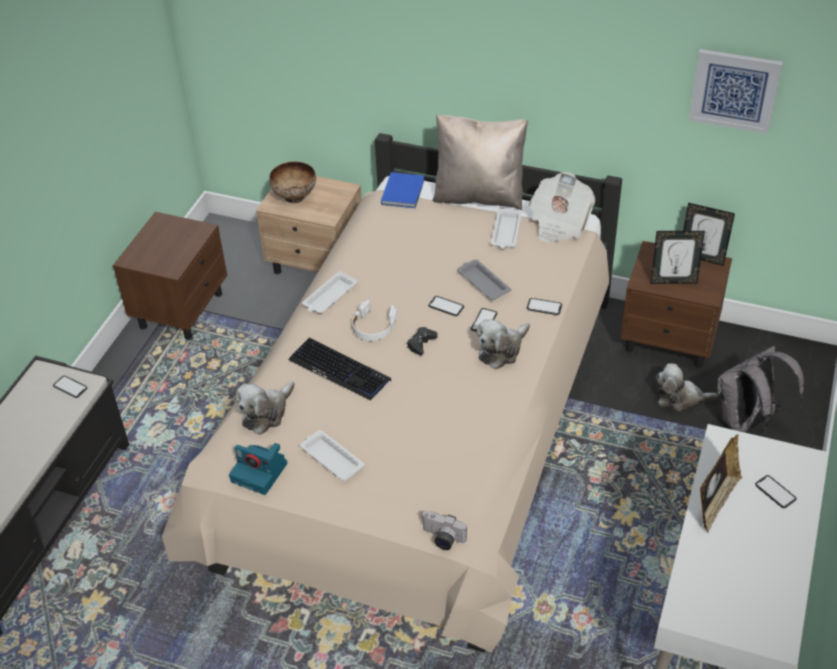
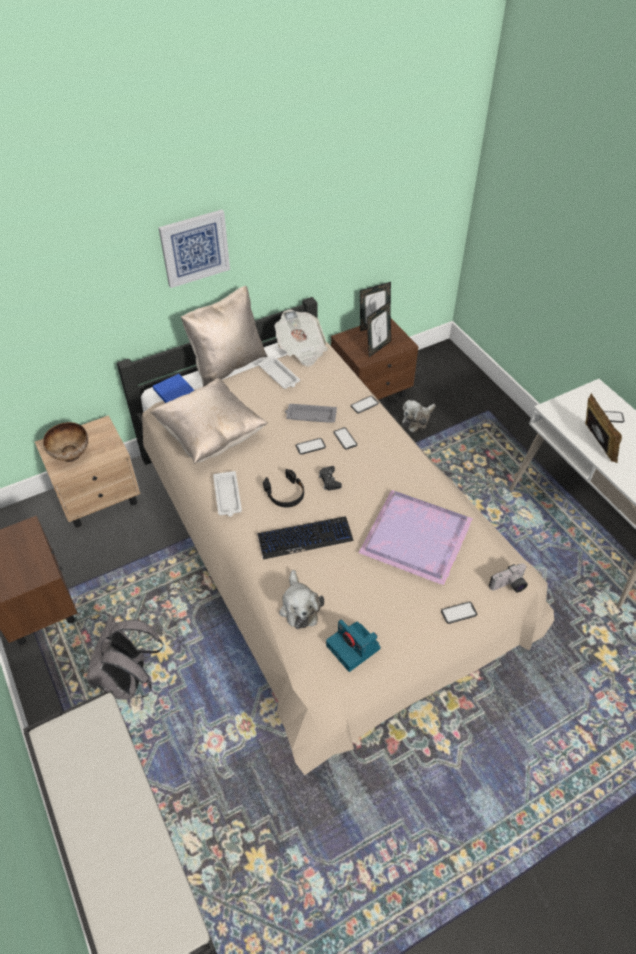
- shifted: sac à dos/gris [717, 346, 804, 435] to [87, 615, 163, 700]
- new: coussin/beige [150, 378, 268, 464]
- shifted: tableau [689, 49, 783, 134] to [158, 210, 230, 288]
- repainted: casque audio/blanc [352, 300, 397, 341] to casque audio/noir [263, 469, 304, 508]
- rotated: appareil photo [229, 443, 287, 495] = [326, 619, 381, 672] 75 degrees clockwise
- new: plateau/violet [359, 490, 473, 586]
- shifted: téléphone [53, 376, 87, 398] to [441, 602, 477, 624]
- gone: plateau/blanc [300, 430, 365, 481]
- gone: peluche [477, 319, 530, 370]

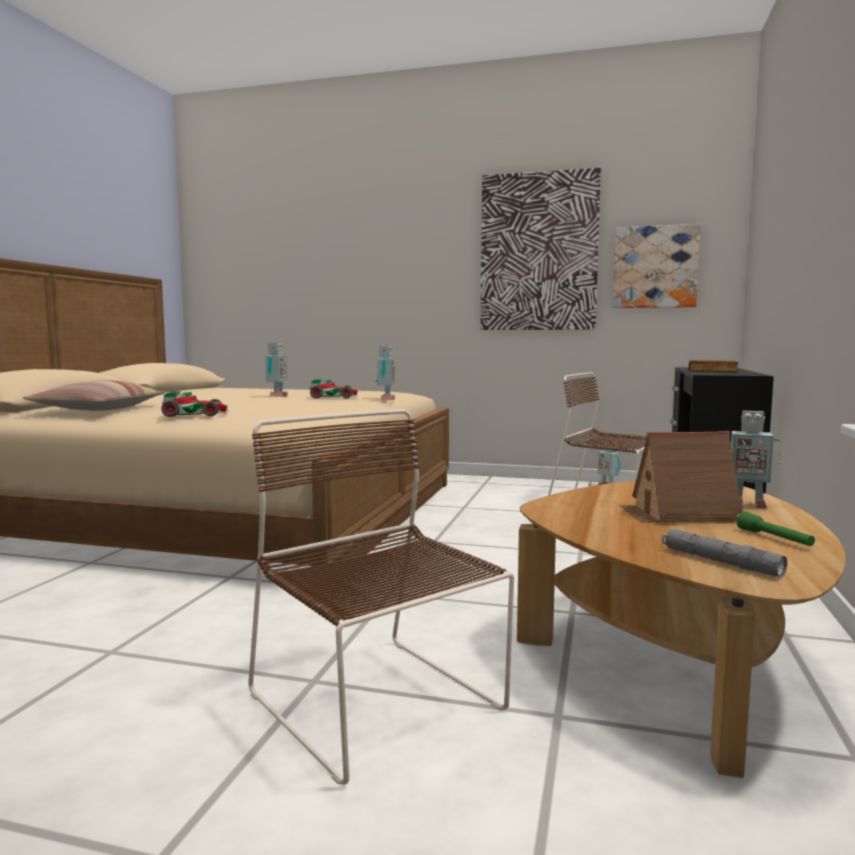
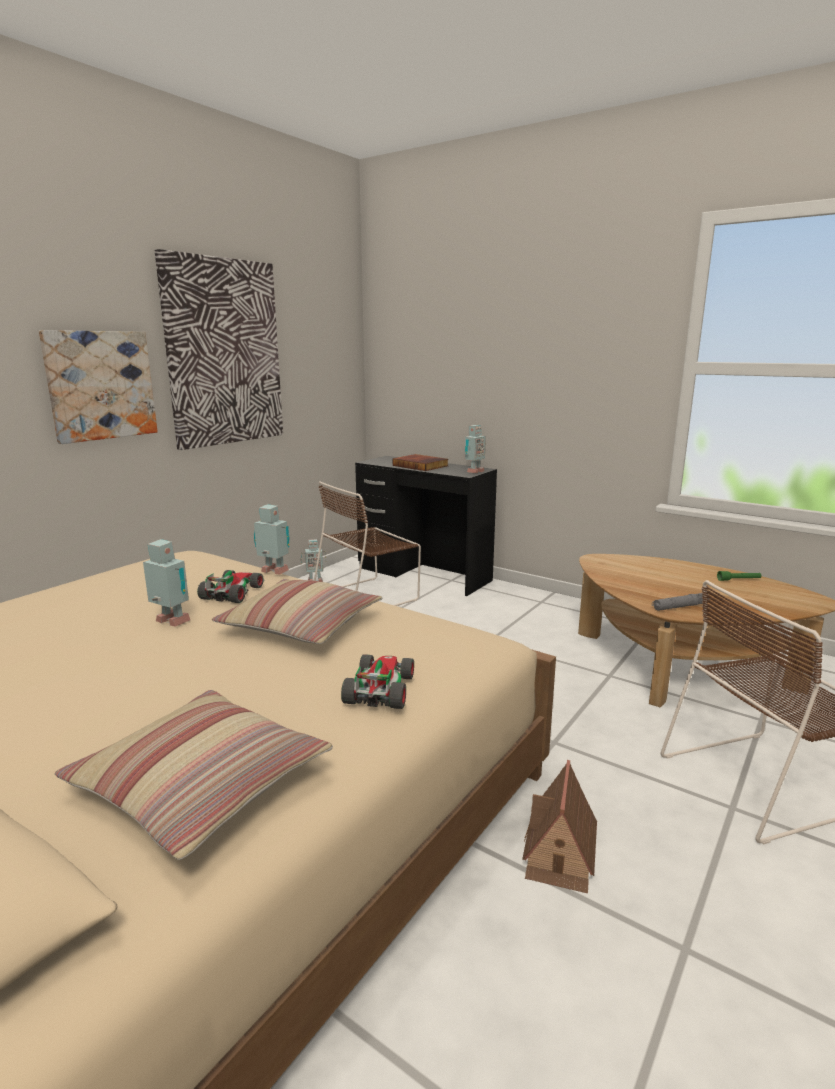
- shifted: tableau [613, 224, 701, 308] to [39, 330, 158, 444]
- new: coussin [212, 579, 382, 644]
- shifted: robot jouet [730, 411, 781, 509] to [465, 425, 486, 473]
- shifted: maison miniature [619, 431, 743, 523] to [522, 760, 597, 893]
- shifted: lampe de poche/gris [662, 529, 787, 577] to [652, 593, 710, 611]

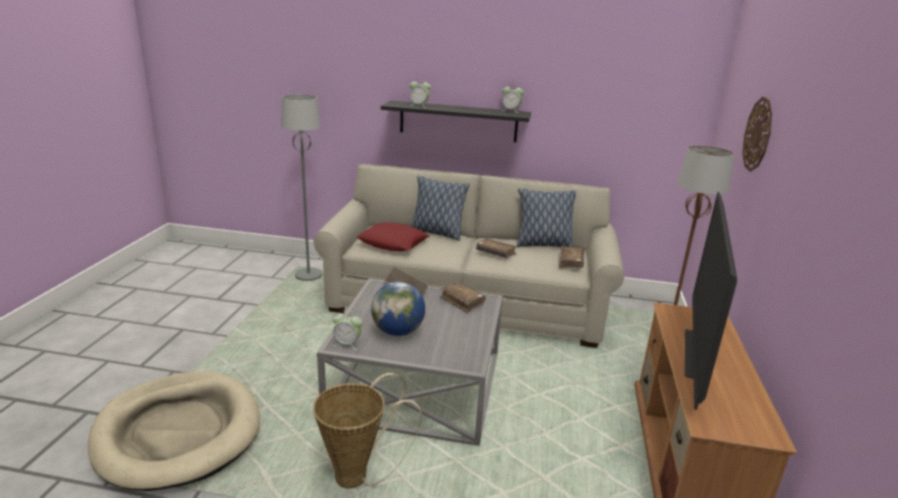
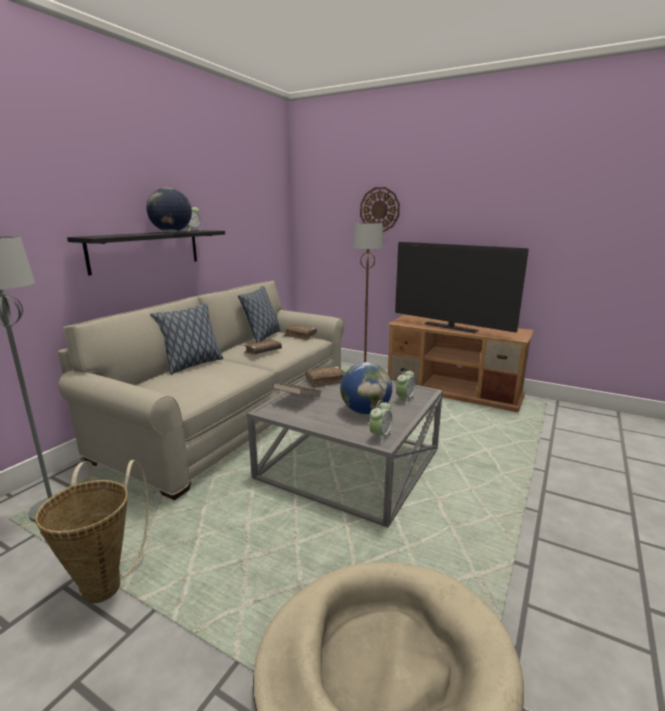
- shifted: panier [313, 373, 422, 489] to [35, 460, 148, 603]
- new: globe [147, 188, 192, 232]
- shifted: réveil [409, 78, 431, 108] to [396, 368, 415, 404]
- gone: coussin/rouge [357, 222, 429, 251]

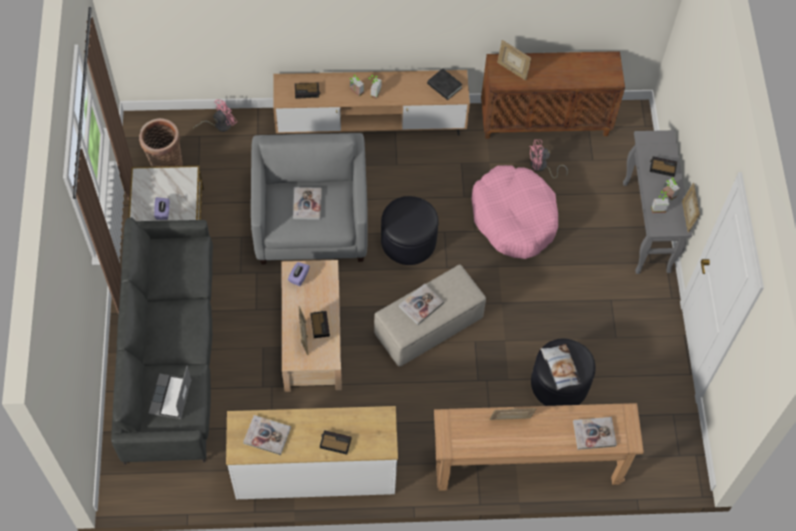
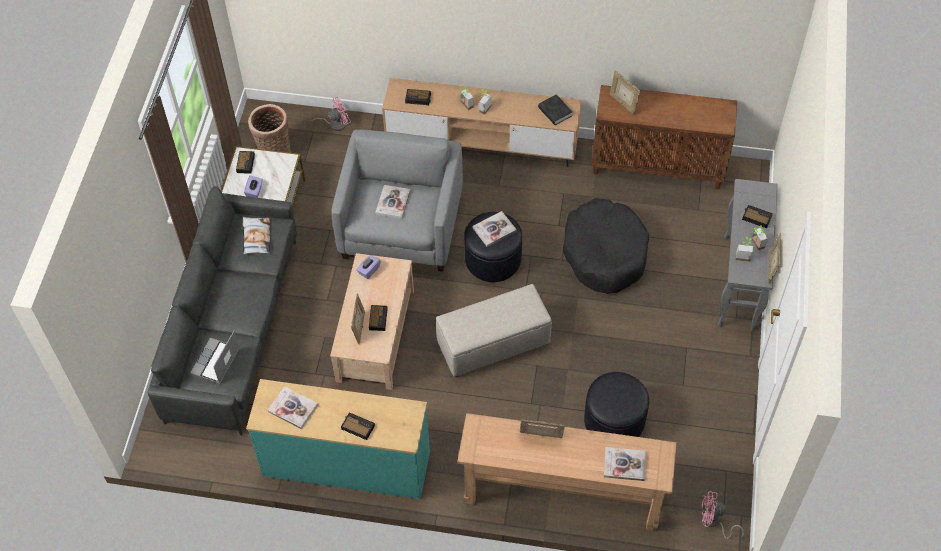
- new: réveil [236, 151, 255, 174]
- shifted: coussin [541, 344, 582, 390] to [243, 217, 270, 254]
- repainted: commode/blanc [226, 406, 398, 500] to commode/turquoise [246, 379, 430, 499]
- shifted: livre [399, 284, 444, 325] to [473, 211, 517, 247]
- repainted: panier pour chien/rose [471, 165, 558, 259] to panier pour chien/noir [563, 198, 649, 294]
- shifted: ventilateur/rose [529, 140, 568, 179] to [701, 491, 744, 539]

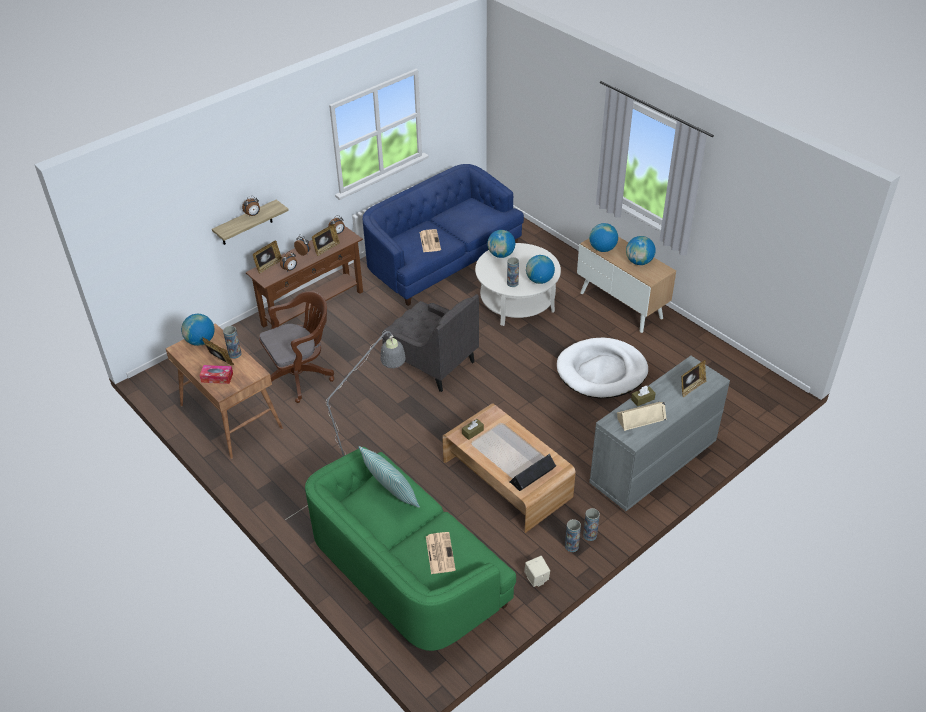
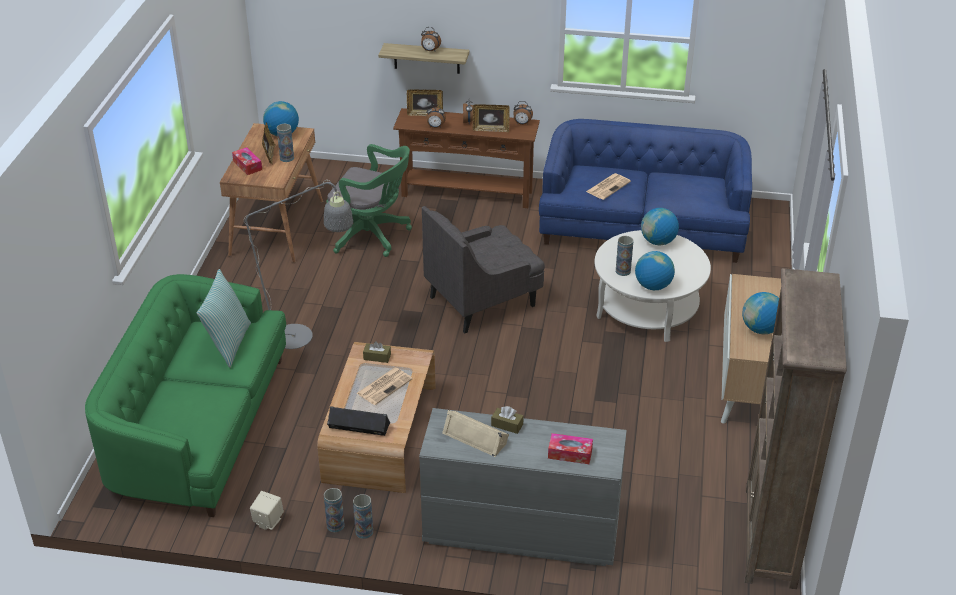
- repainted: chaise de bureau/marron [259, 291, 334, 403] to chaise de bureau/vert [326, 144, 412, 257]
- shifted: journal [426, 532, 456, 574] to [357, 368, 413, 405]
- rotated: fauteuil/gris [382, 294, 479, 392] = [422, 206, 545, 334] 60 degrees clockwise
- swapped: cadre photo [681, 360, 707, 397] to boîte à mouchoirs [548, 433, 593, 464]
- new: bibliothèque/marron [745, 268, 847, 589]
- gone: panier pour chien/blanc [557, 338, 648, 398]
- gone: globe [589, 223, 618, 252]

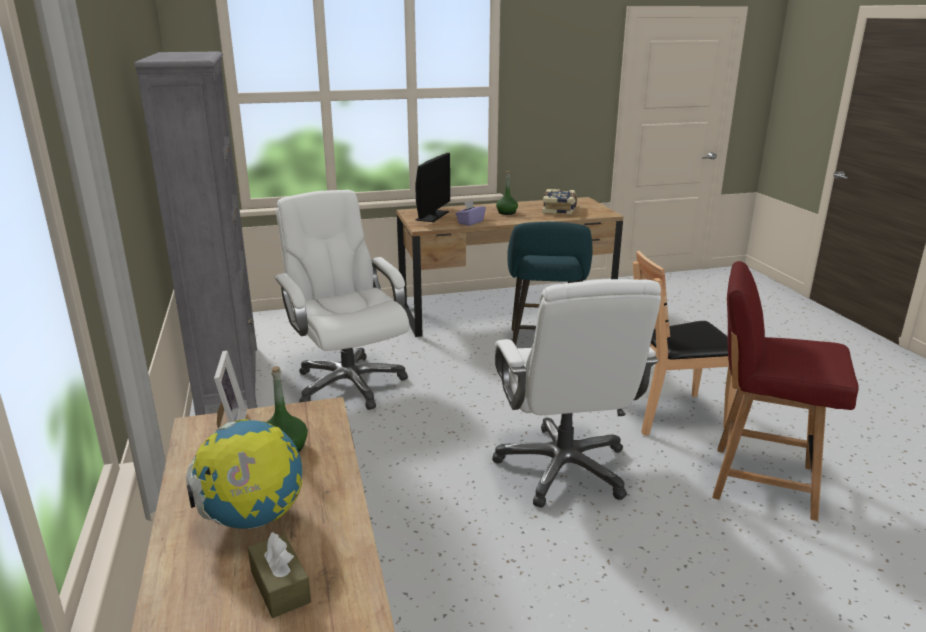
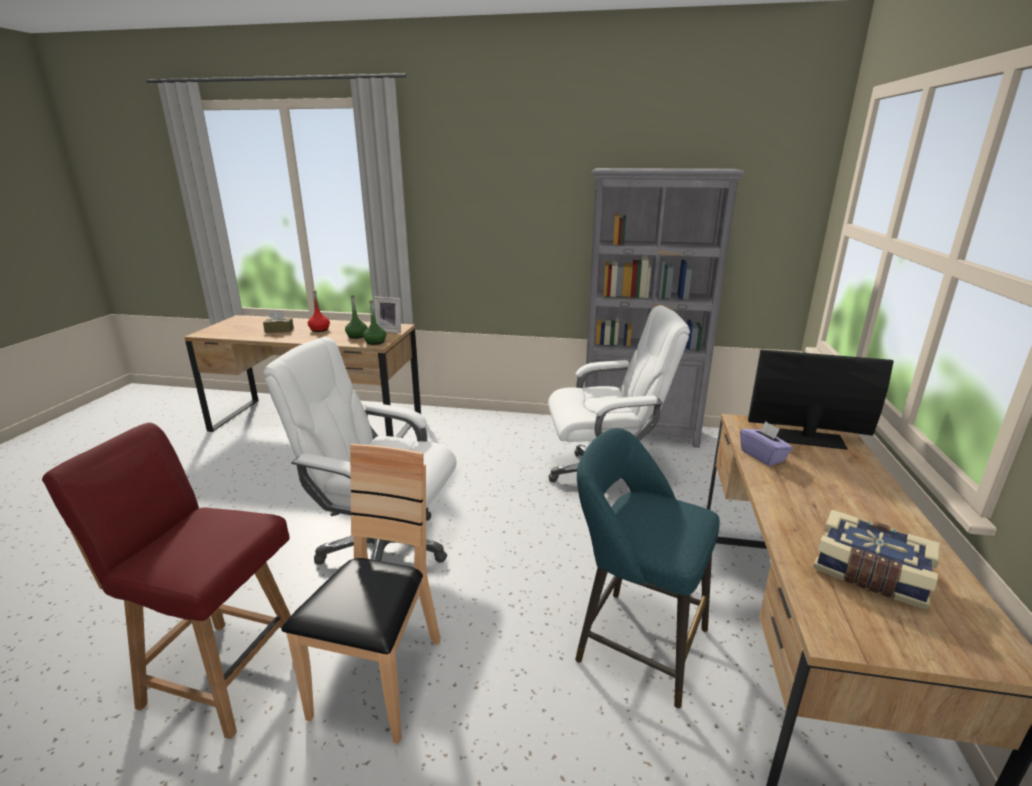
- rotated: chaise/rouge [713, 261, 859, 521] = [42, 423, 291, 739] 120 degrees counterclockwise
- swapped: globe [186, 419, 303, 529] to bouteille/rouge [308, 290, 330, 332]
- shifted: bouteille/vert [496, 171, 518, 215] to [363, 300, 386, 345]
- rotated: écran d'ordinateur [415, 153, 450, 222] = [748, 349, 894, 450] 150 degrees clockwise

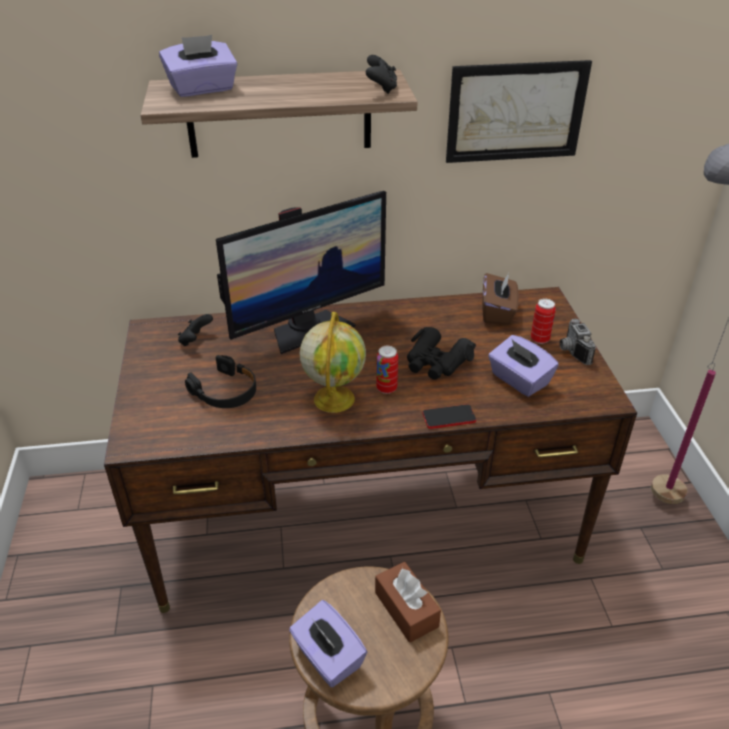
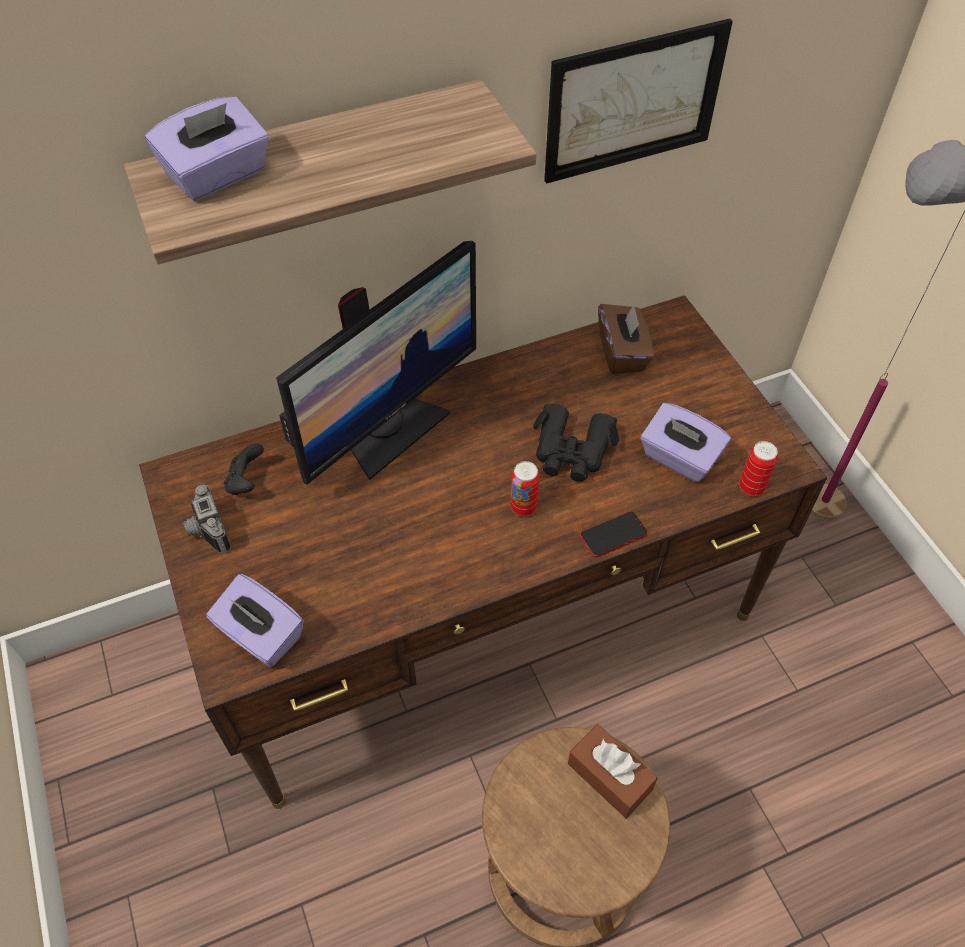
- shifted: appareil photo [560, 319, 596, 365] to [183, 484, 231, 553]
- shifted: boîte à mouchoirs/violet [289, 600, 367, 687] to [206, 574, 304, 667]
- shifted: boîte métallique [531, 299, 556, 344] to [739, 441, 778, 496]
- gone: casque audio/noir [185, 355, 256, 408]
- gone: globe [300, 312, 366, 413]
- gone: manette/noir [366, 55, 397, 94]

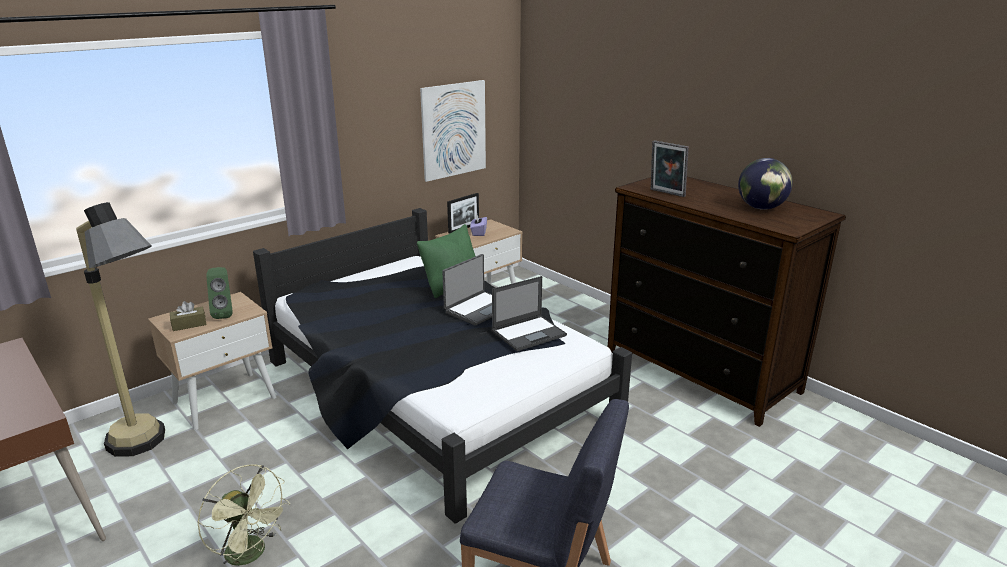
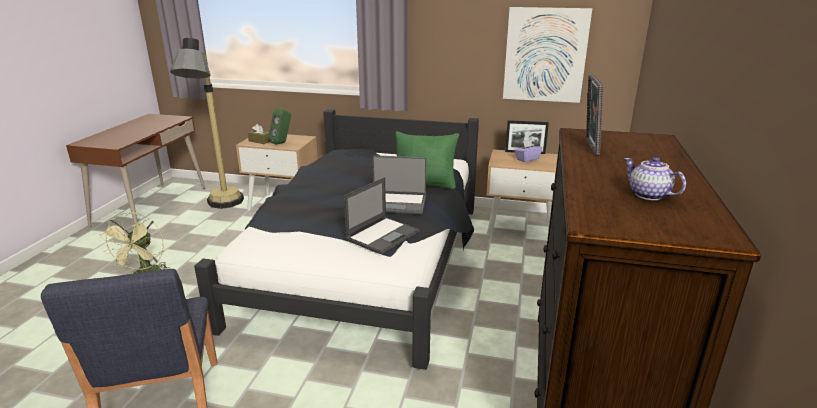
- rotated: ordinateur portable [492, 276, 567, 351] = [344, 177, 420, 254] 75 degrees counterclockwise
- swapped: globe [738, 158, 793, 210] to théière [624, 157, 686, 200]

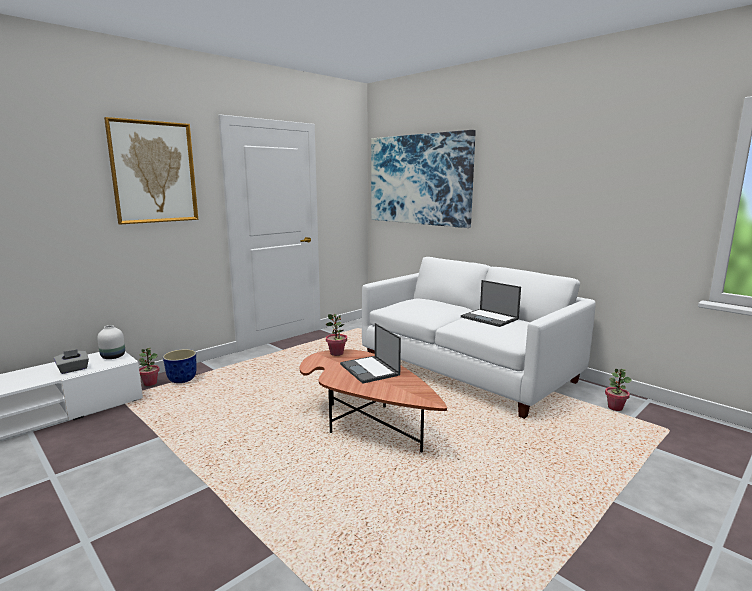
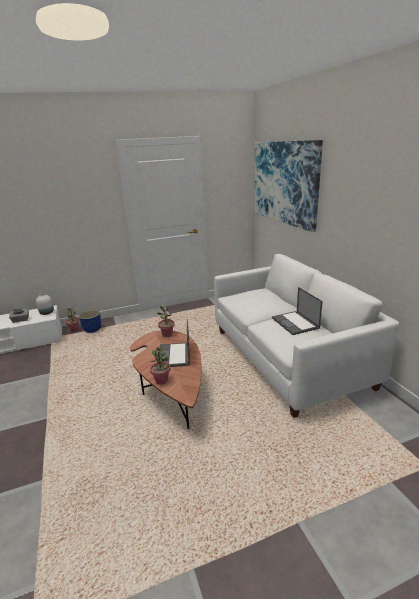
- shifted: plante en pot [605, 369, 632, 411] to [150, 347, 170, 385]
- gone: tableau [104, 117, 198, 224]

